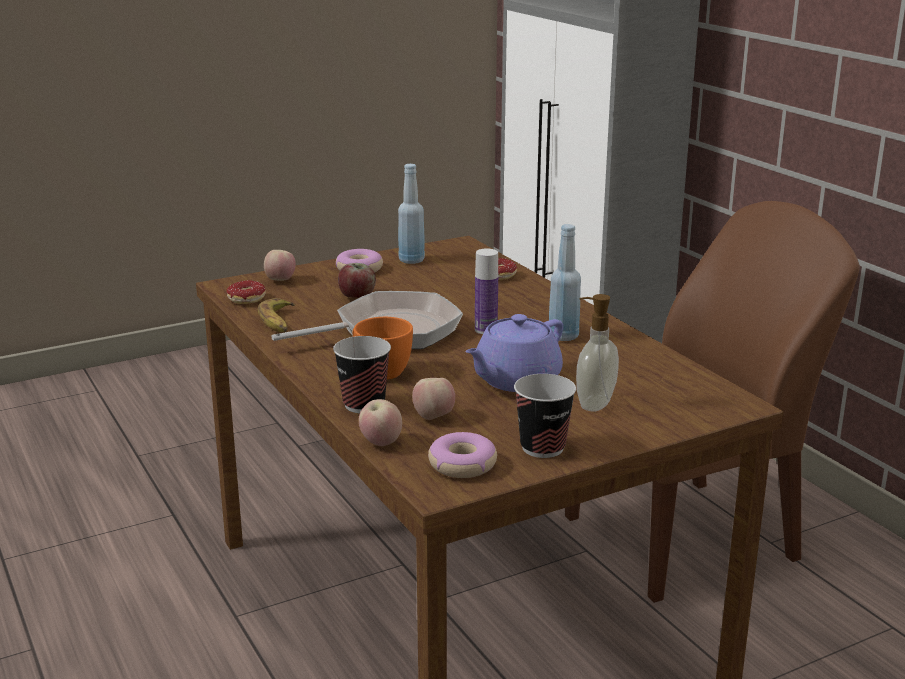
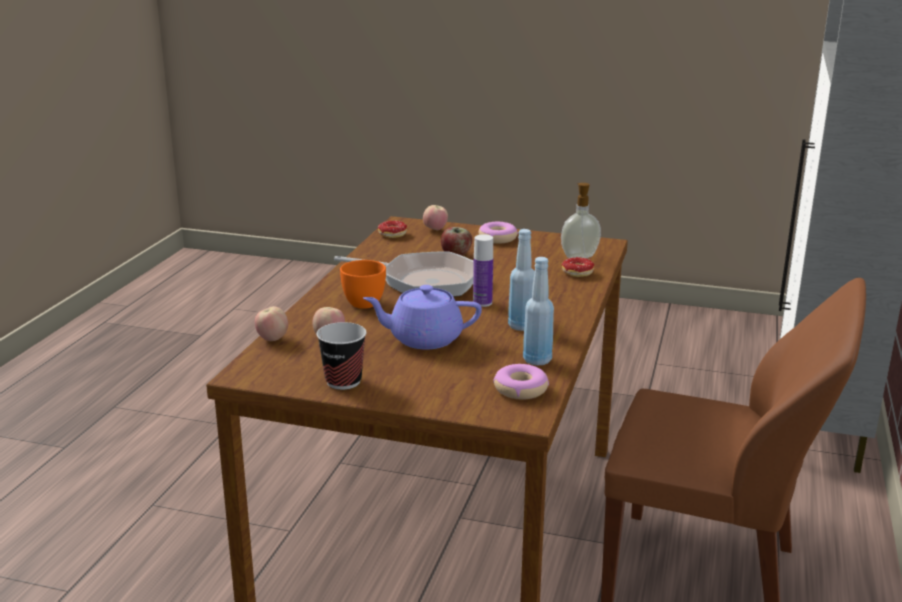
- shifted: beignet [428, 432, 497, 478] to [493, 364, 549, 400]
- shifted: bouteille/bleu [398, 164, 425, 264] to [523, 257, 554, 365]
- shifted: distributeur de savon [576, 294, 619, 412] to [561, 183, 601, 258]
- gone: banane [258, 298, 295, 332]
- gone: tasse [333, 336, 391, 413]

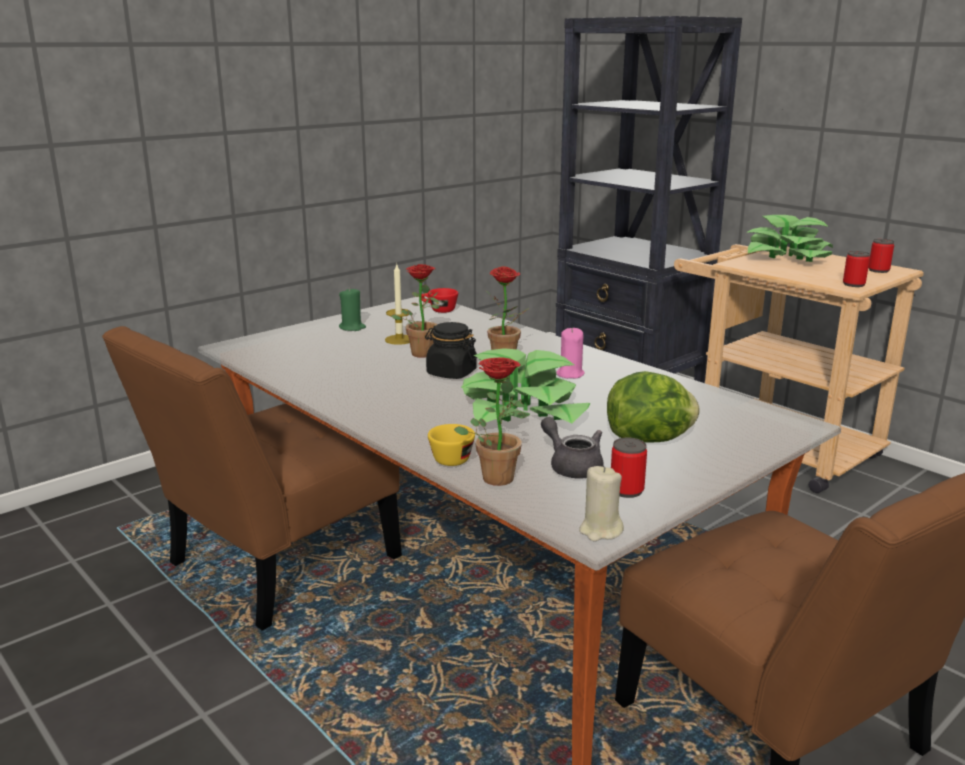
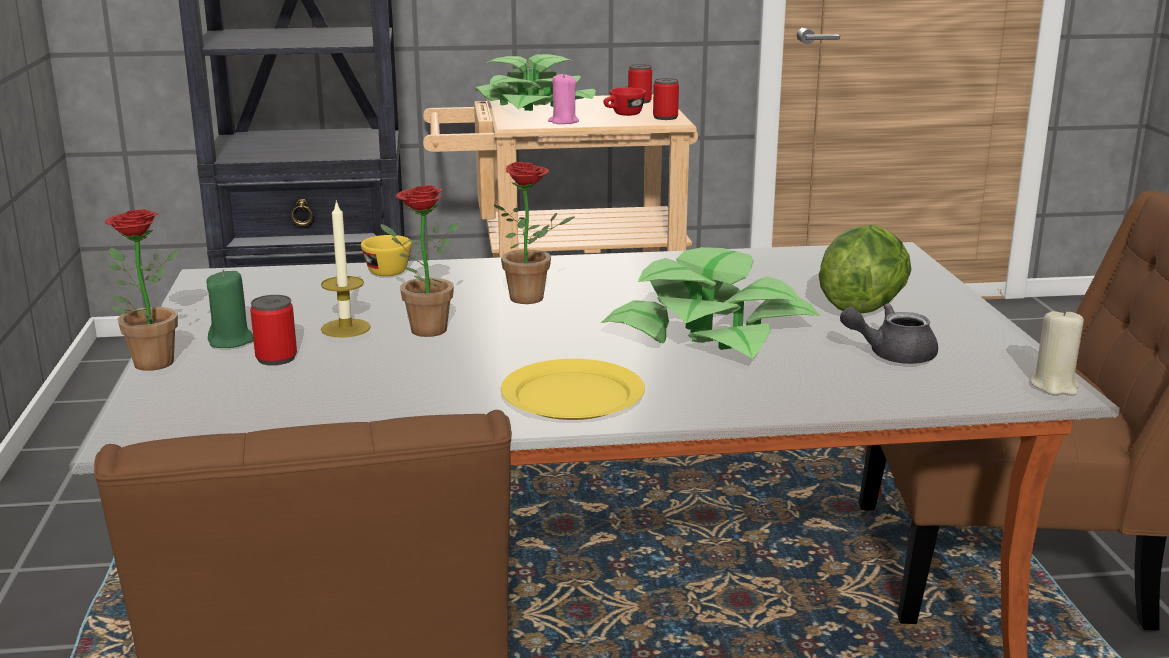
- shifted: plante en pot [454, 357, 525, 486] to [105, 209, 179, 371]
- shifted: boîte métallique [611, 437, 647, 498] to [250, 295, 297, 365]
- shifted: tasse/jaune [428, 424, 475, 466] to [361, 235, 412, 276]
- new: assiette/jaune [501, 359, 645, 420]
- shifted: bougie/rose [557, 328, 585, 378] to [548, 73, 579, 124]
- shifted: tasse/rouge [421, 288, 458, 313] to [603, 88, 646, 116]
- gone: bocal/noir [425, 322, 477, 379]

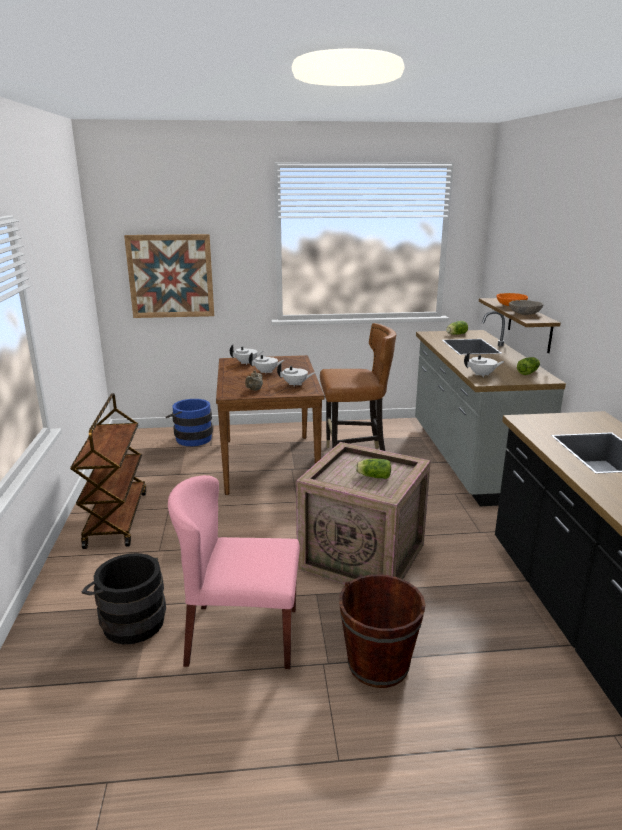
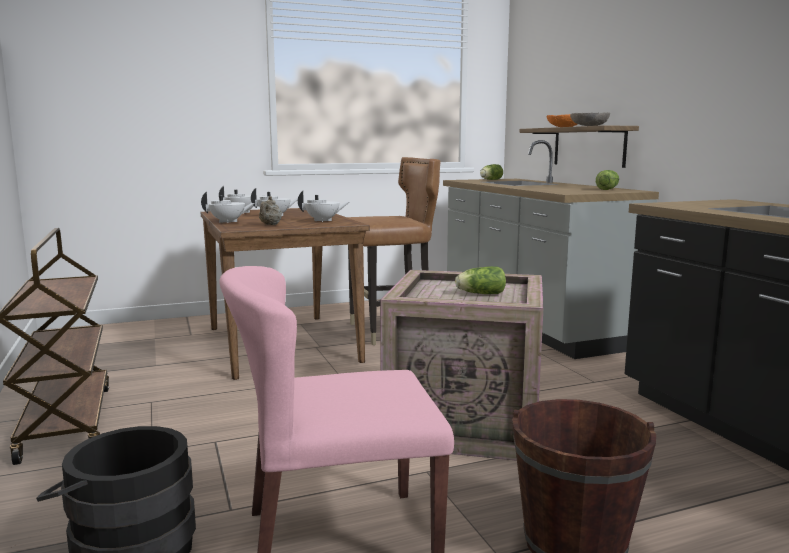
- shifted: théière/blanc [464, 352, 505, 378] to [201, 191, 255, 223]
- gone: tableau [124, 234, 214, 318]
- gone: seau/bleu [166, 399, 213, 446]

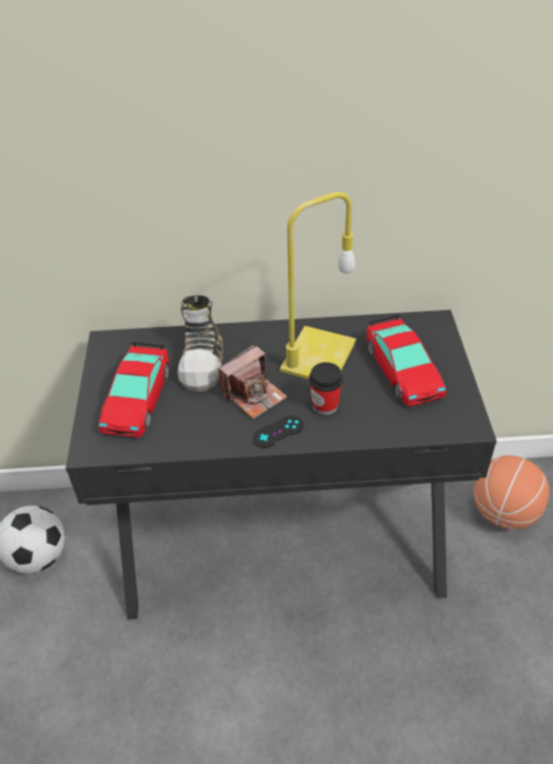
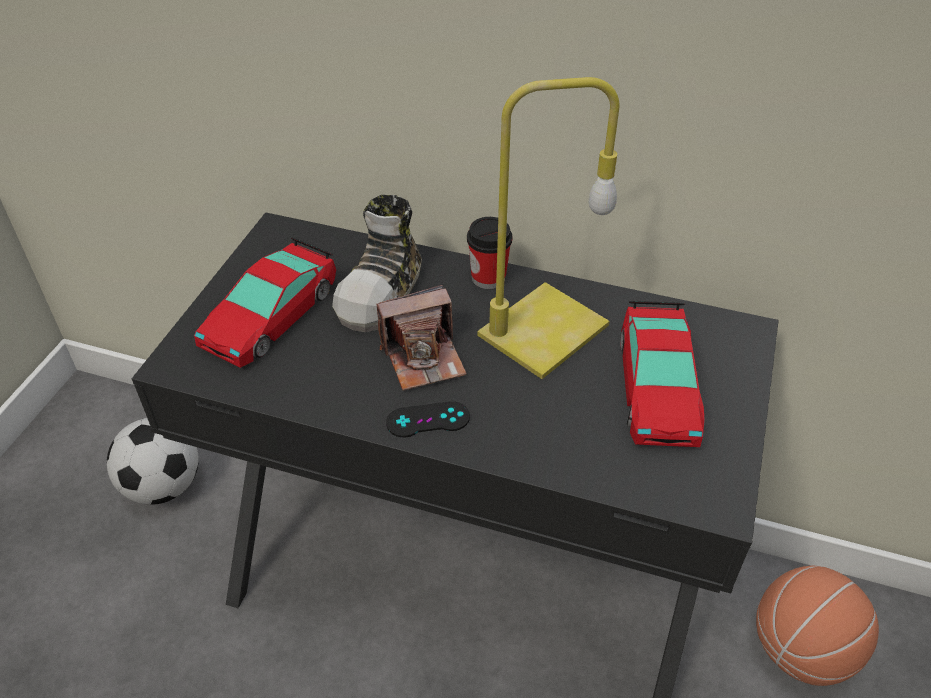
- shifted: tasse [309, 362, 343, 415] to [467, 217, 512, 289]

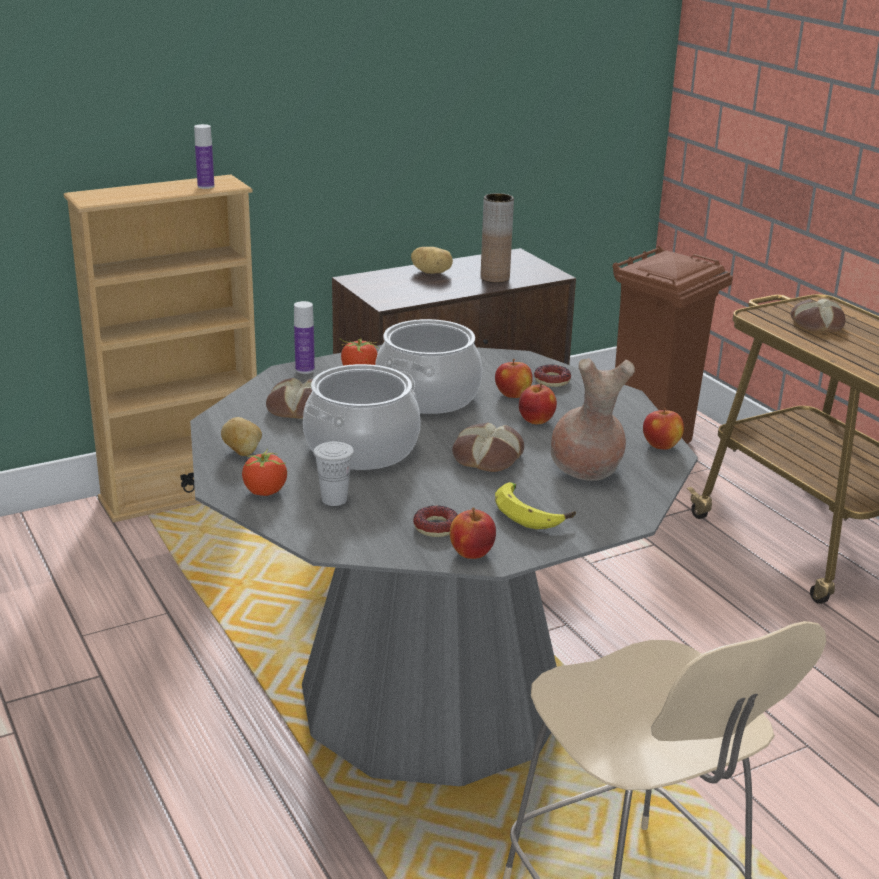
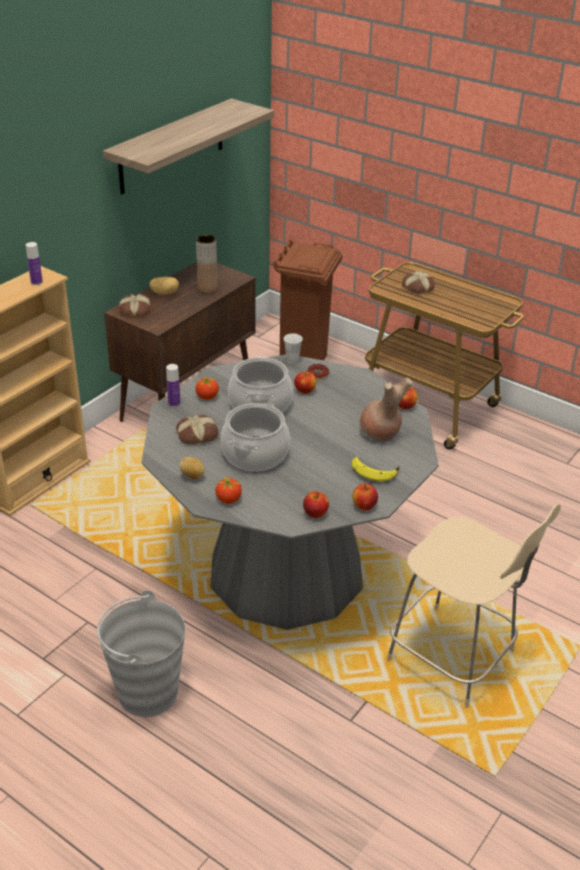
- new: seau/gris [97, 590, 185, 717]
- new: étagère [103, 98, 274, 195]
- shifted: pain [452, 423, 524, 472] to [119, 294, 151, 317]
- shifted: tasse/blanc [313, 442, 354, 506] to [283, 333, 303, 365]
- shifted: pomme [519, 383, 557, 424] to [303, 491, 329, 518]
- gone: beignet [413, 505, 458, 537]

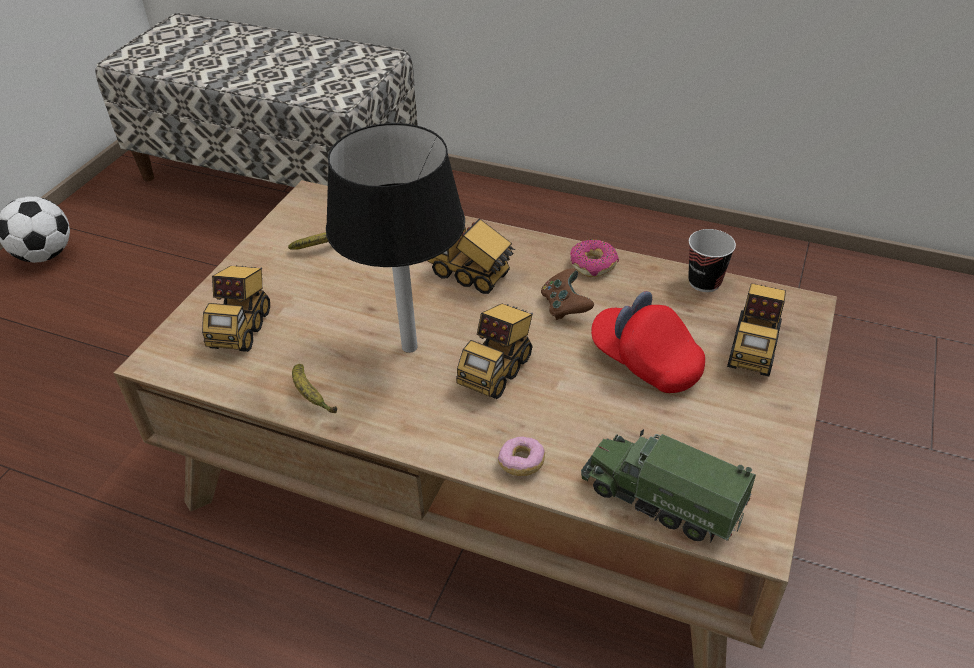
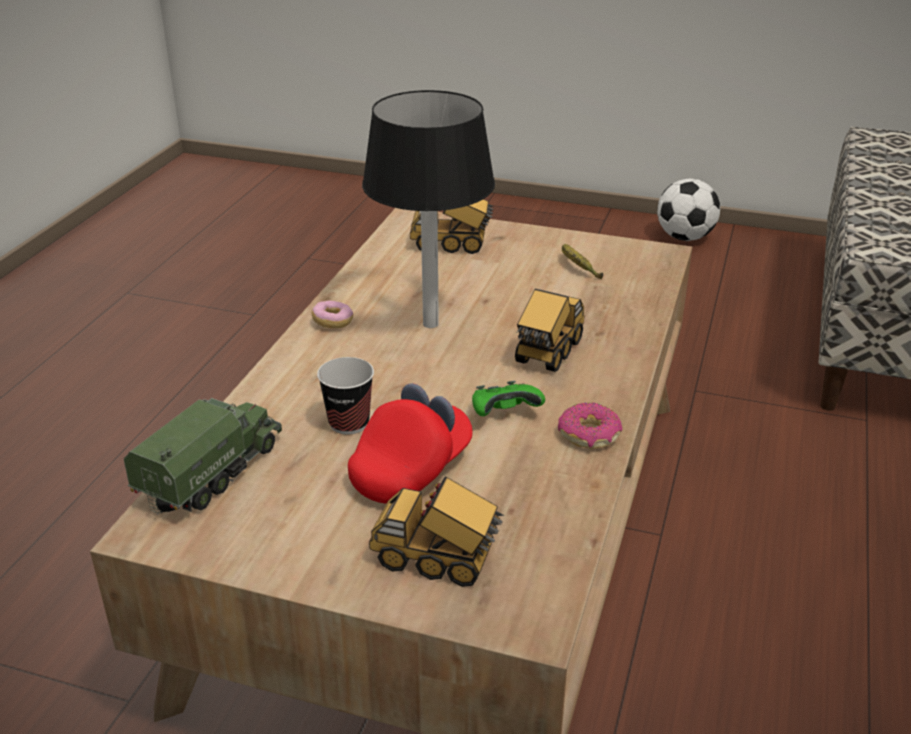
- shifted: beignet [498, 437, 545, 476] to [312, 301, 353, 328]
- shifted: tasse [688, 229, 736, 292] to [317, 357, 374, 435]
- repainted: manette/marron [541, 268, 594, 320] to manette/vert [472, 381, 545, 416]
- gone: banane [292, 364, 337, 413]
- gone: camion jouet [456, 304, 533, 399]

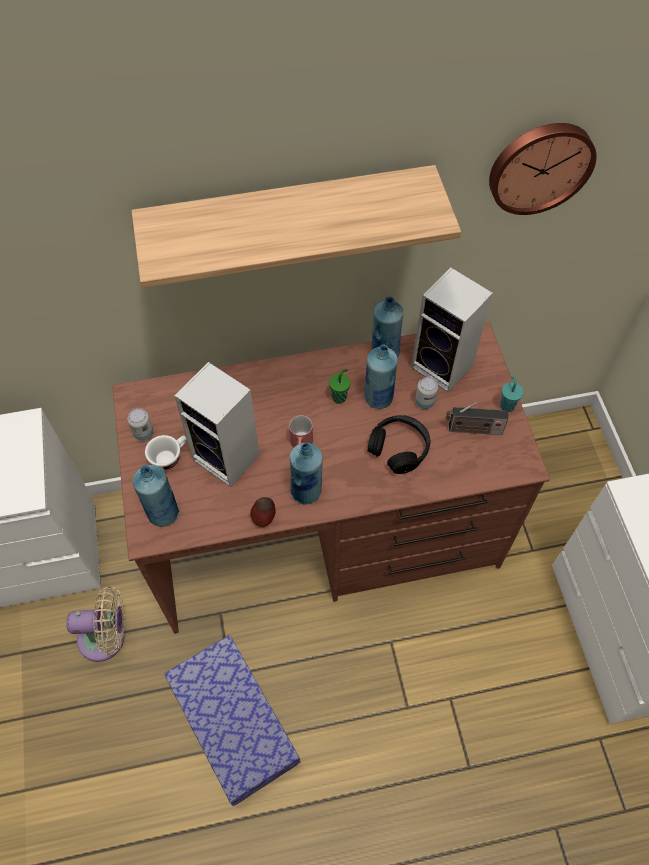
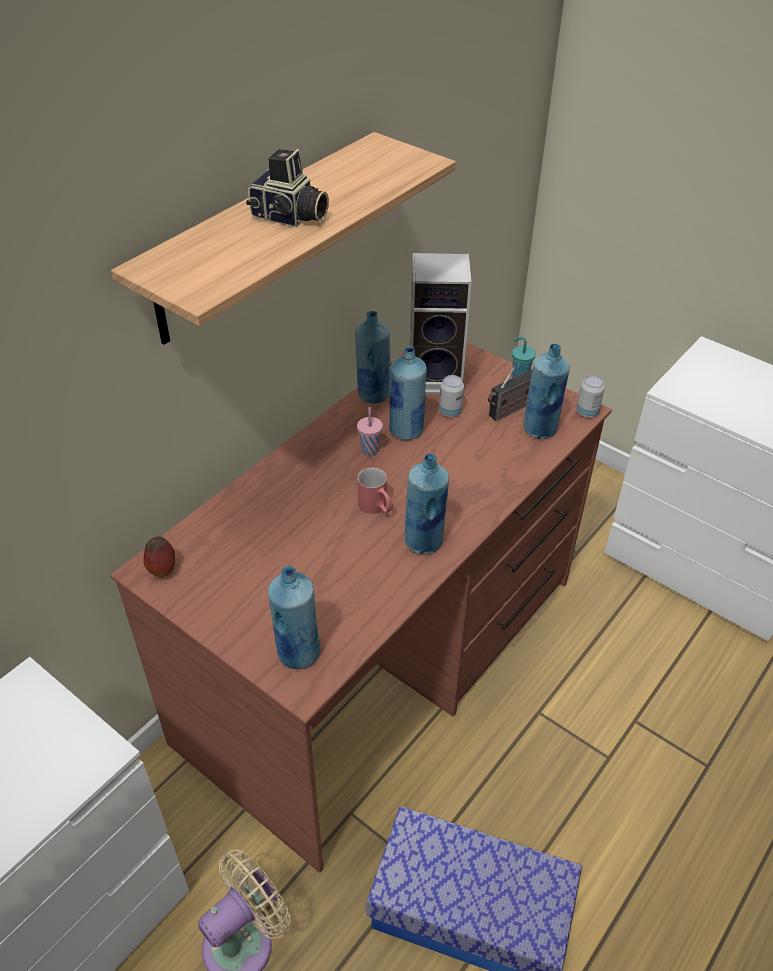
- shifted: pomme [250, 497, 276, 527] to [143, 536, 175, 577]
- new: appareil photo [246, 149, 329, 227]
- repainted: tasse/vert [329, 369, 351, 404] to tasse/rose [357, 407, 383, 456]
- new: bouteille/bleu [523, 344, 570, 439]
- shifted: boîte métallique [128, 408, 154, 441] to [576, 375, 605, 417]
- gone: tasse/blanc [145, 435, 187, 471]
- gone: enceinte [174, 362, 260, 487]
- gone: casque audio/noir [368, 415, 430, 474]
- gone: horloge murale [489, 123, 597, 215]

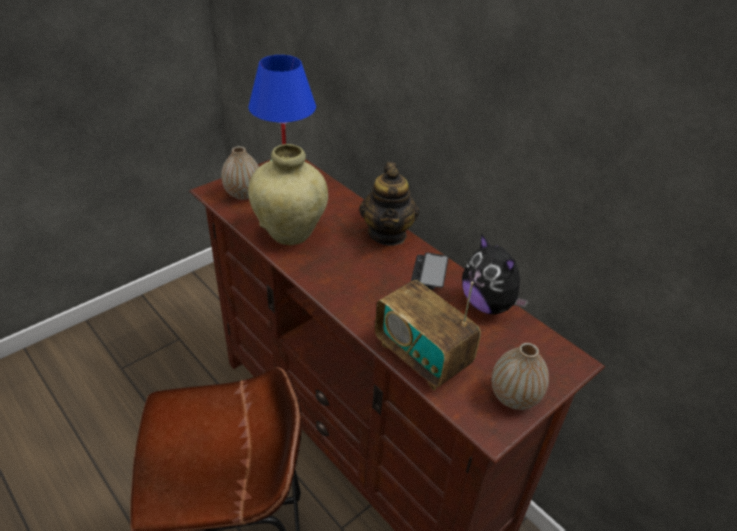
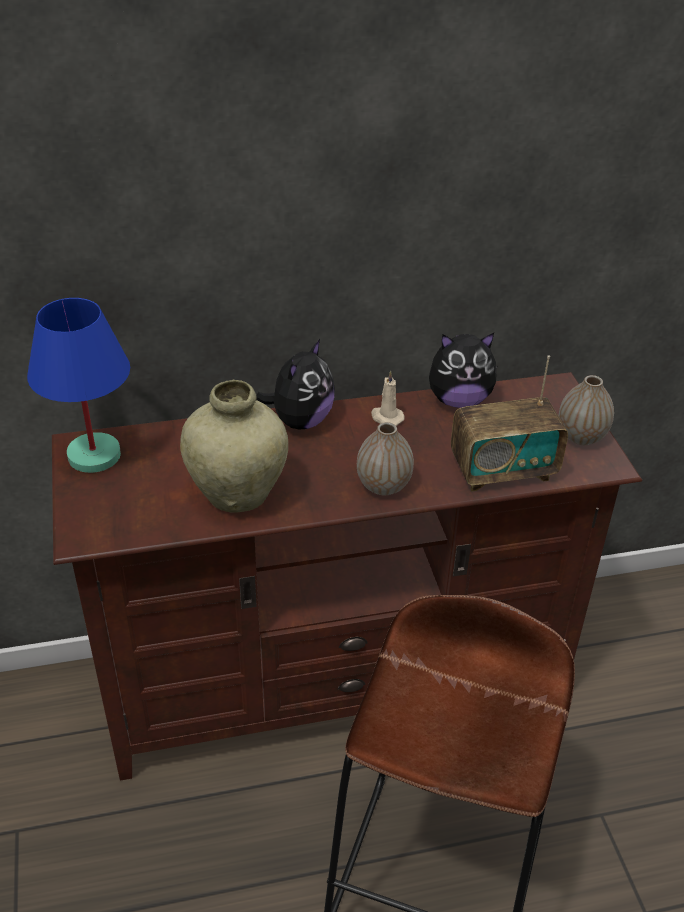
- swapped: théière [359, 162, 419, 246] to peluche [256, 339, 335, 430]
- shifted: vase [221, 146, 259, 200] to [357, 422, 414, 495]
- swapped: téléphone [411, 253, 449, 290] to bougie/beige [371, 370, 404, 426]

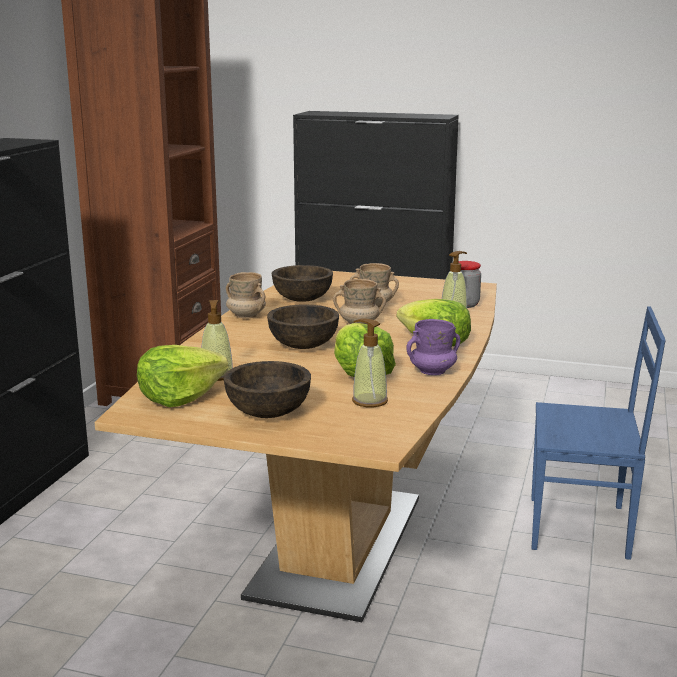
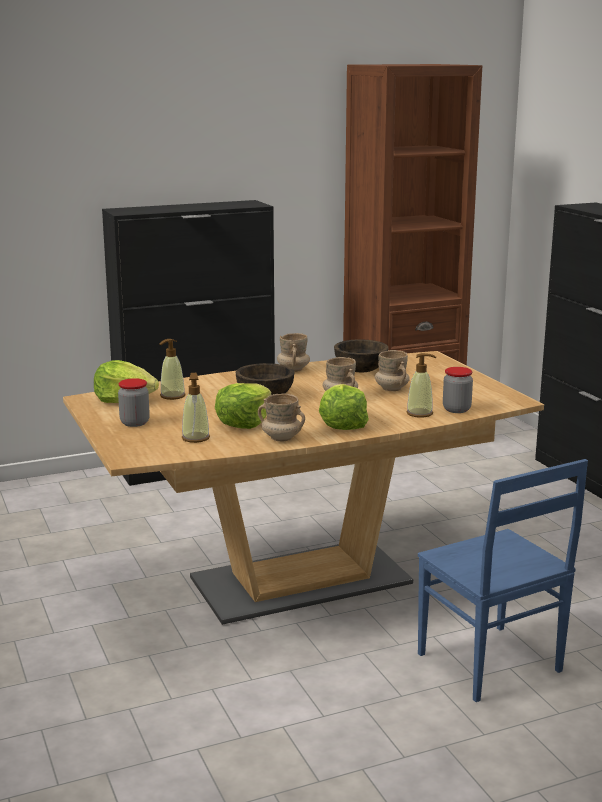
- swapped: bol/marron [224, 361, 311, 418] to bocal [118, 378, 150, 427]
- repainted: mug/violet [406, 319, 460, 375] to mug/beige [258, 393, 305, 441]

